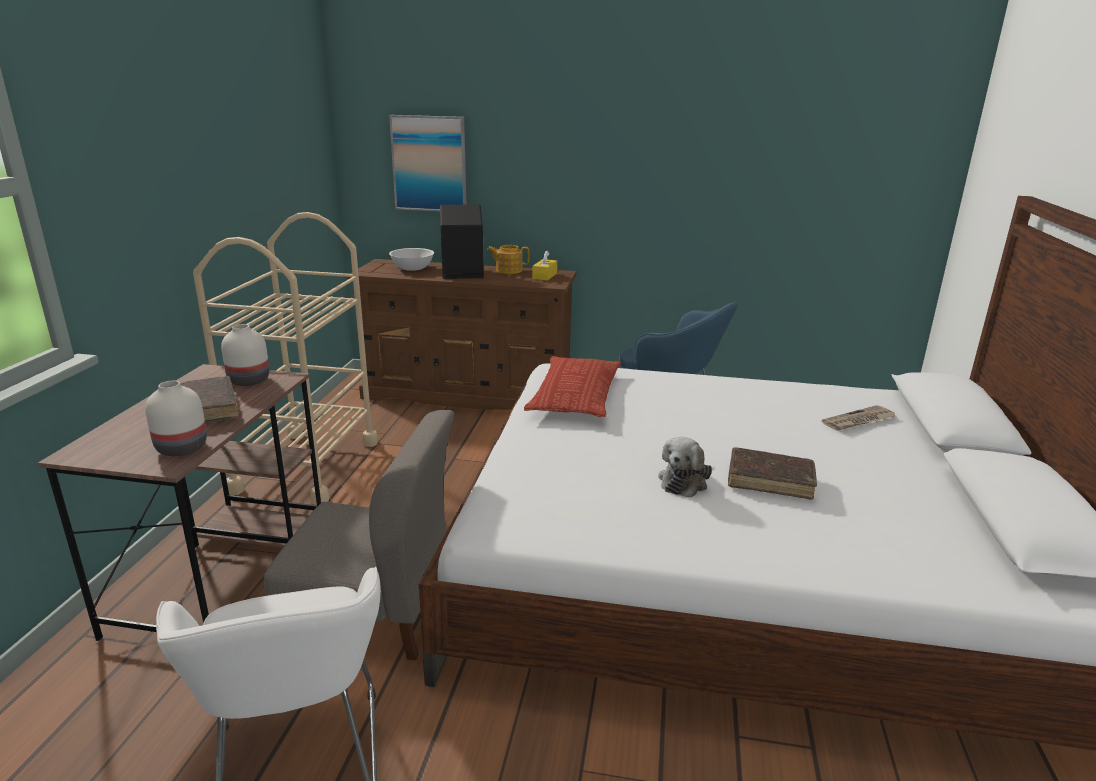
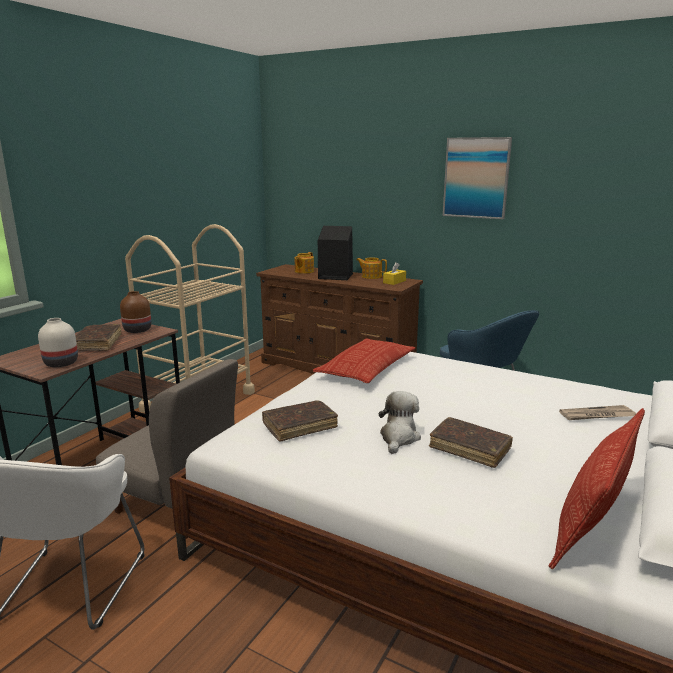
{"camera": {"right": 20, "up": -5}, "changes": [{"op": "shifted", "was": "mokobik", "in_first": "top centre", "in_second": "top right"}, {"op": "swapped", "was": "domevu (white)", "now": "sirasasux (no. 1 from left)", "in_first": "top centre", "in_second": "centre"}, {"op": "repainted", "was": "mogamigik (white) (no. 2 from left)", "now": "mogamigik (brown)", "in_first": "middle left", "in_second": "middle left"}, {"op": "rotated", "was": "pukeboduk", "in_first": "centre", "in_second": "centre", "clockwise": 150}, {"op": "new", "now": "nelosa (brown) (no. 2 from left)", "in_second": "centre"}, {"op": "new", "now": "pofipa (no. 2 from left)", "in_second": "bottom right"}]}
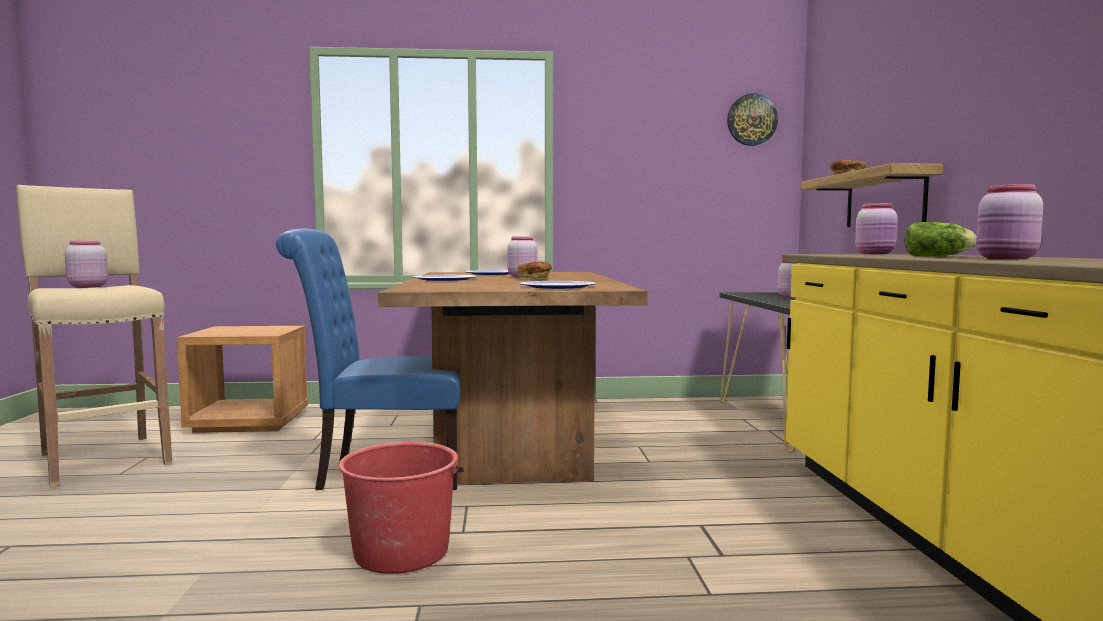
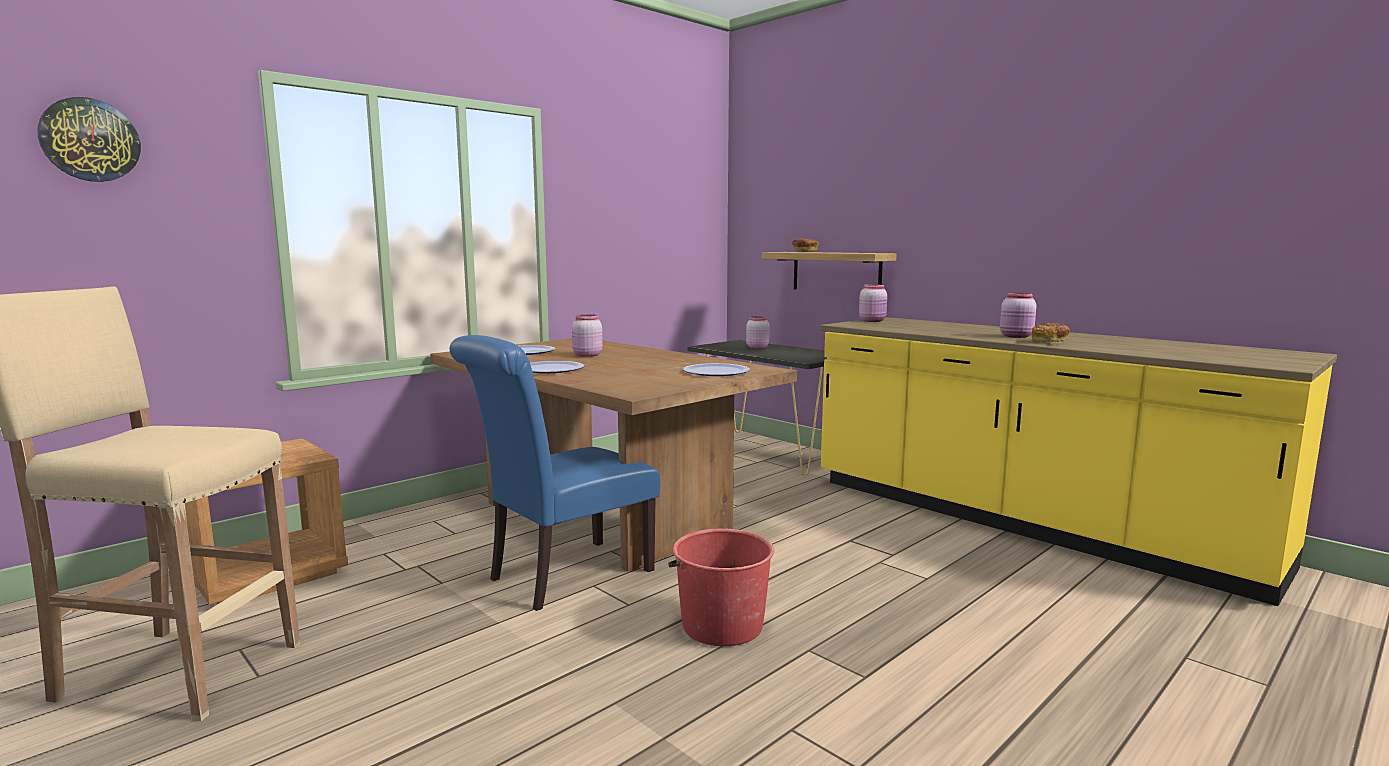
{"camera": {"right": -40, "up": 5}, "changes": [{"op": "shifted", "was": "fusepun", "in_first": "top right", "in_second": "top left"}, {"op": "gone", "was": "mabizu", "in_first": "middle right"}, {"op": "gone", "was": "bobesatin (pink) (no. 1 from left)", "in_first": "middle left"}, {"op": "shifted", "was": "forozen (no. 1 from left in the first image)", "now": "forozen (no. 2 from left)", "in_first": "centre", "in_second": "middle right"}]}
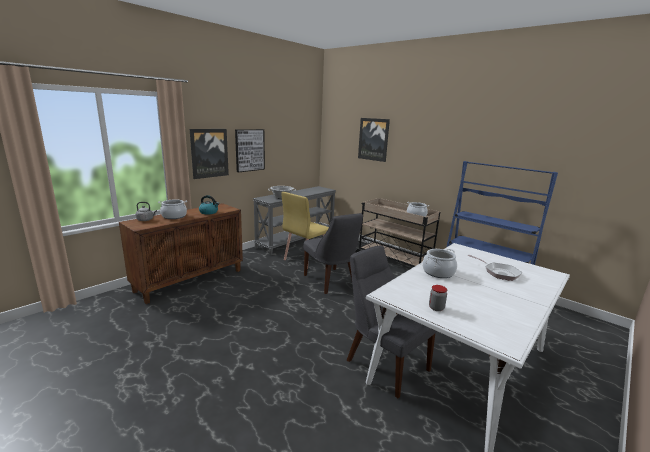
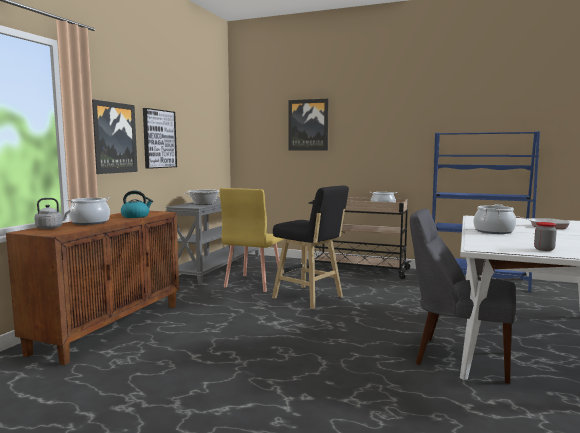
{"camera": {"right": -20, "up": -10}, "changes": [{"op": "swapped", "was": "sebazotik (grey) (no. 1 from left)", "now": "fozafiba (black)", "in_first": "centre", "in_second": "centre"}]}
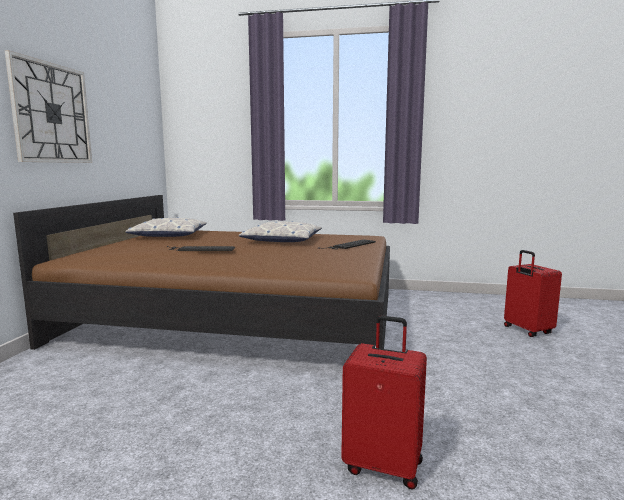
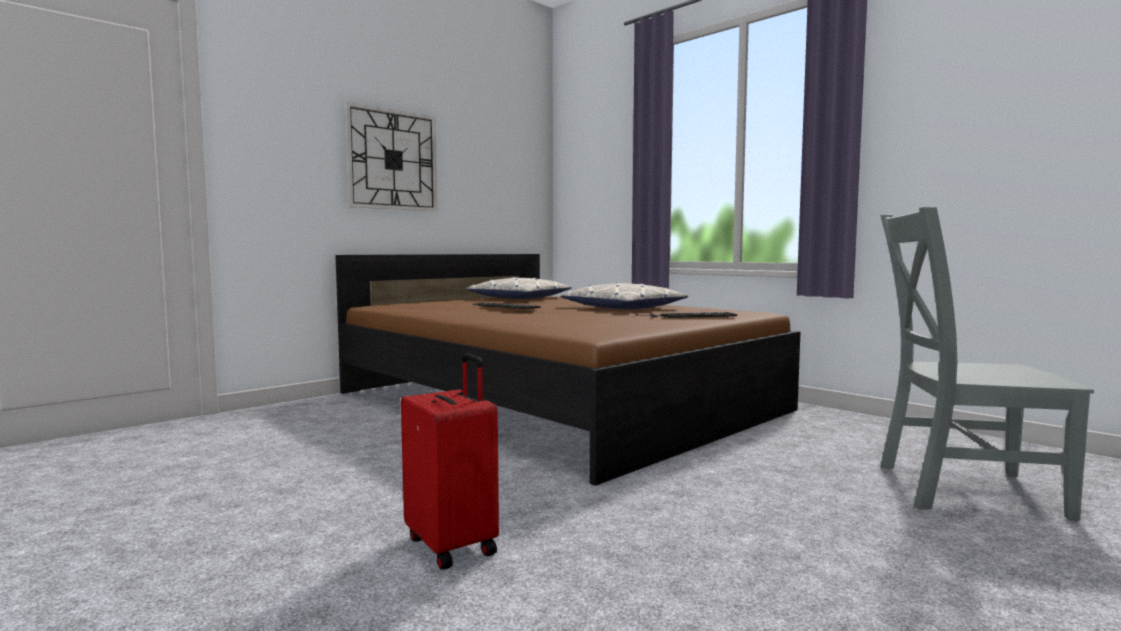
{"camera": {"right": 35, "up": -5}, "changes": [{"op": "swapped", "was": "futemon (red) (no. 2 from left)", "now": "sebazotik (grey)", "in_first": "middle right", "in_second": "middle right"}]}
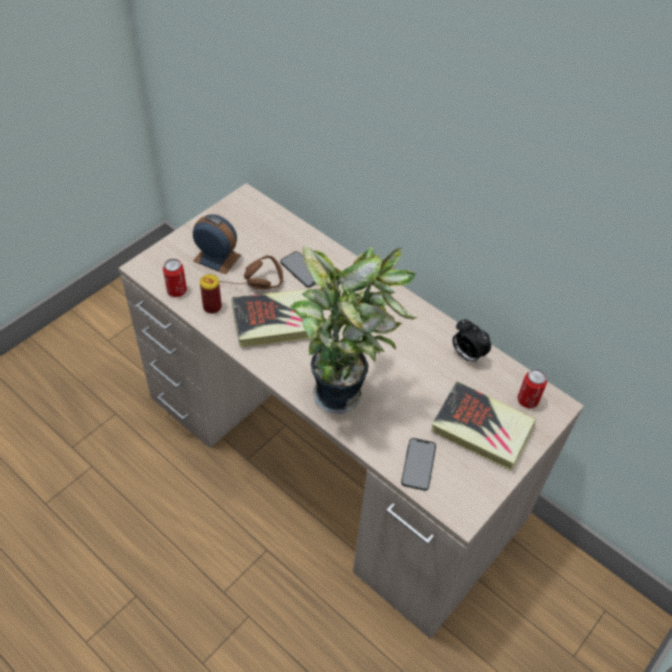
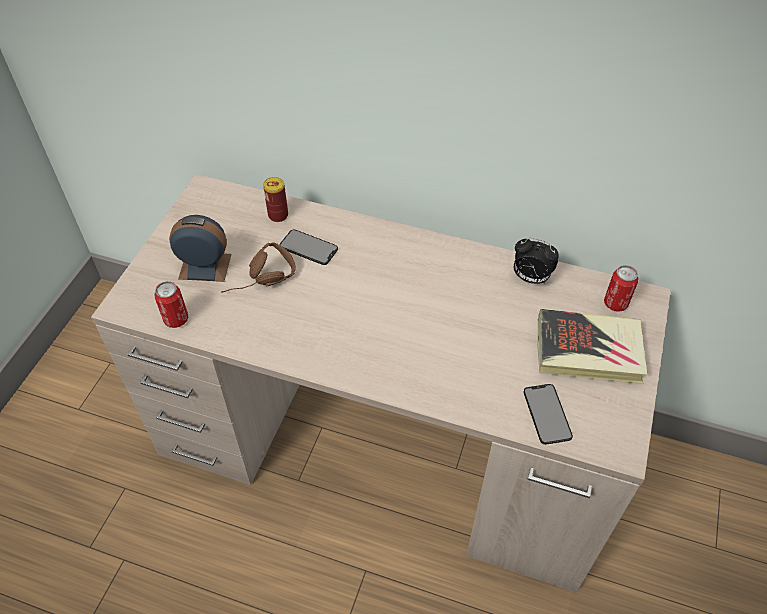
{"camera": {"right": -20, "up": 0}, "changes": [{"op": "gone", "was": "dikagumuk", "in_first": "centre"}, {"op": "shifted", "was": "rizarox (no. 2 from left)", "in_first": "middle left", "in_second": "top centre"}, {"op": "gone", "was": "nelosa (no. 1 from left)", "in_first": "centre"}]}
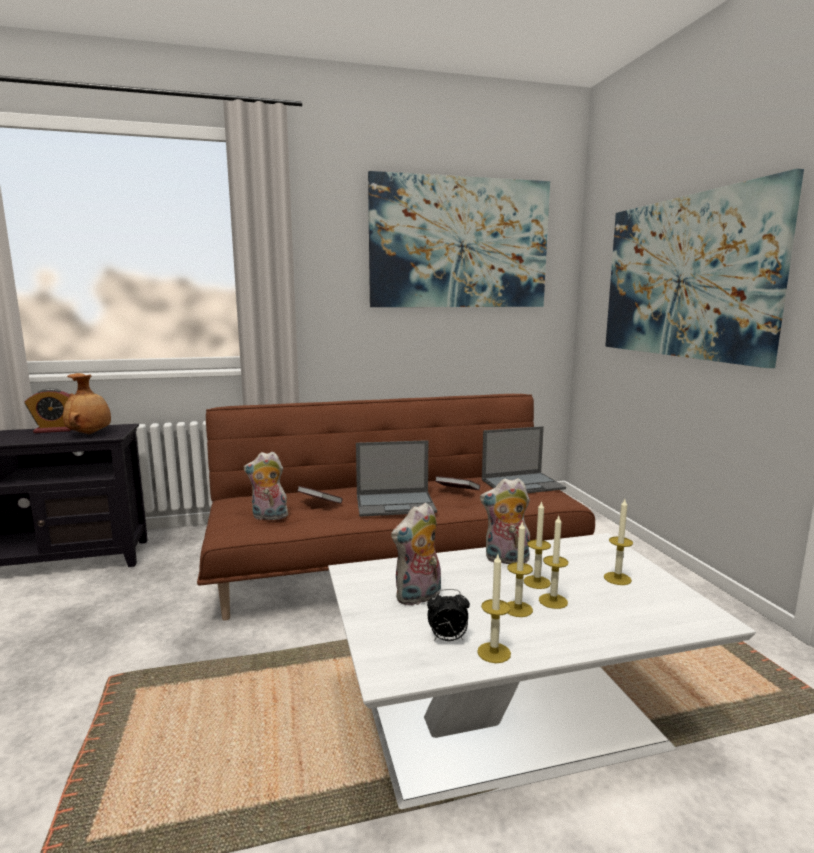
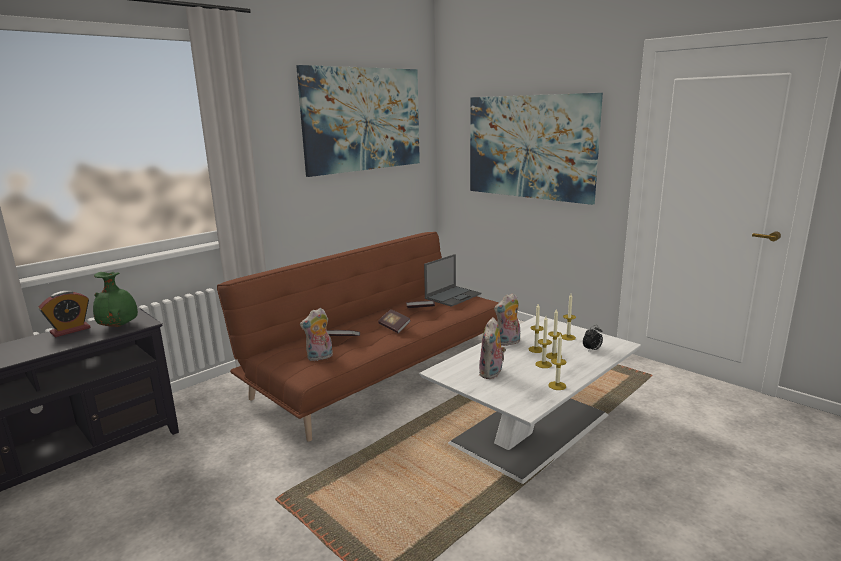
{"camera": {"right": -30, "up": 5}, "changes": [{"op": "repainted", "was": "mogamigik (brown)", "now": "mogamigik (green)", "in_first": "middle left", "in_second": "middle left"}, {"op": "swapped", "was": "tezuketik (no. 1 from left)", "now": "nelosa (no. 2 from left)", "in_first": "centre", "in_second": "centre"}, {"op": "shifted", "was": "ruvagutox (no. 2 from left)", "in_first": "bottom centre", "in_second": "middle right"}]}
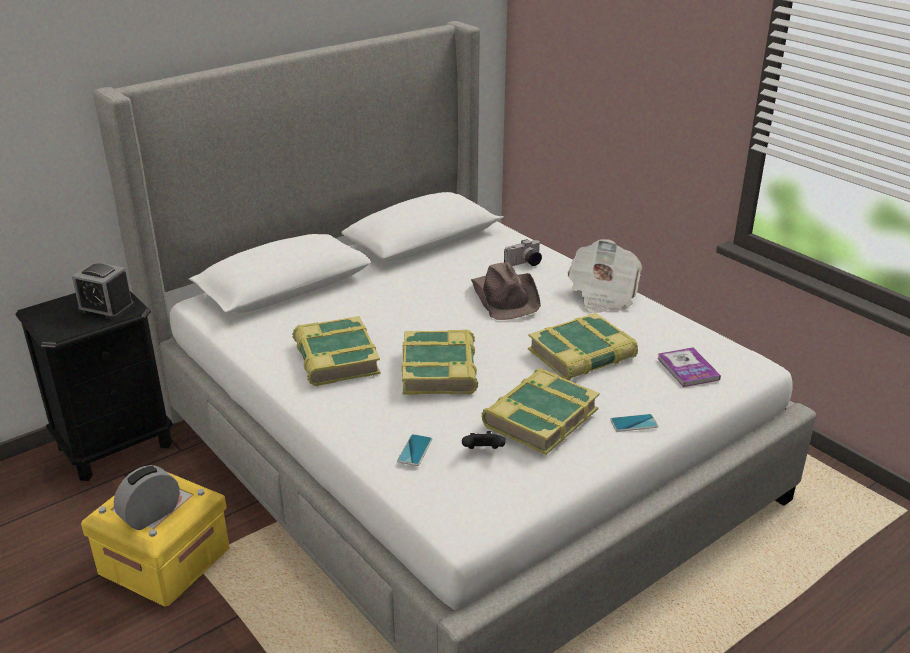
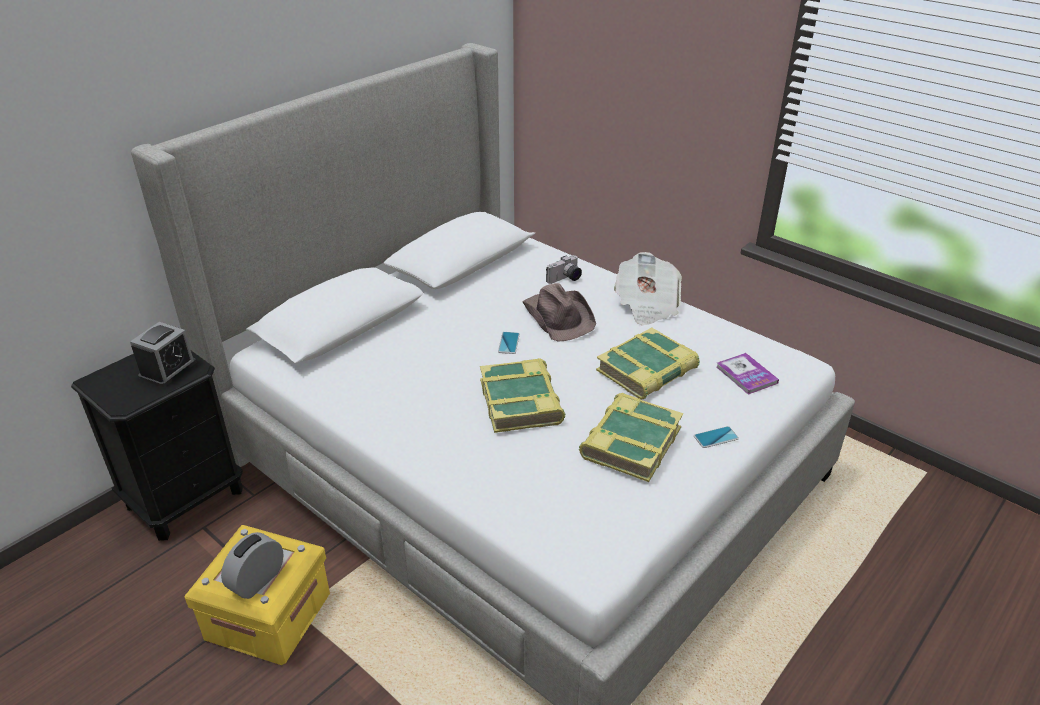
{"camera": {"right": -10, "up": 5}, "changes": [{"op": "rotated", "was": "ruvagutox (no. 1 from left)", "in_first": "middle left", "in_second": "middle left", "clockwise": -75}, {"op": "gone", "was": "nelosa (no. 1 from left)", "in_first": "centre"}, {"op": "gone", "was": "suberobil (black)", "in_first": "bottom centre"}, {"op": "shifted", "was": "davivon (no. 1 from left)", "in_first": "bottom centre", "in_second": "centre"}]}
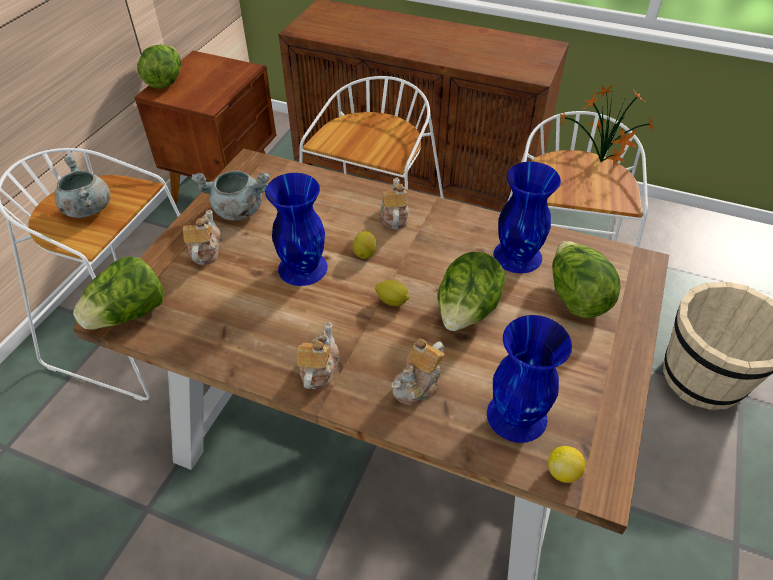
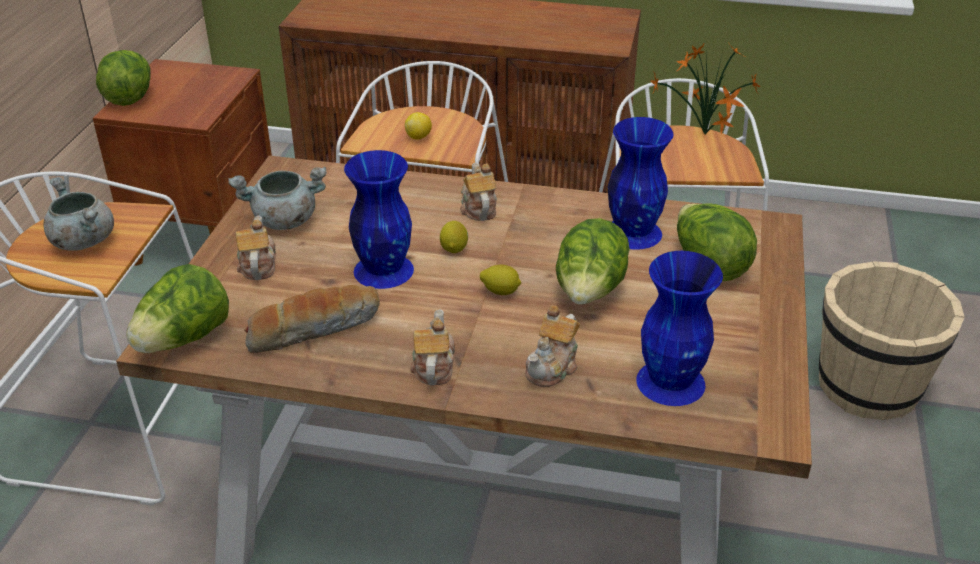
{"camera": {"right": -10, "up": -10}, "changes": [{"op": "shifted", "was": "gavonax (no. 3 from left in the first image)", "now": "gavonax (no. 1 from left)", "in_first": "bottom right", "in_second": "top centre"}, {"op": "new", "now": "forozen", "in_second": "middle left"}]}
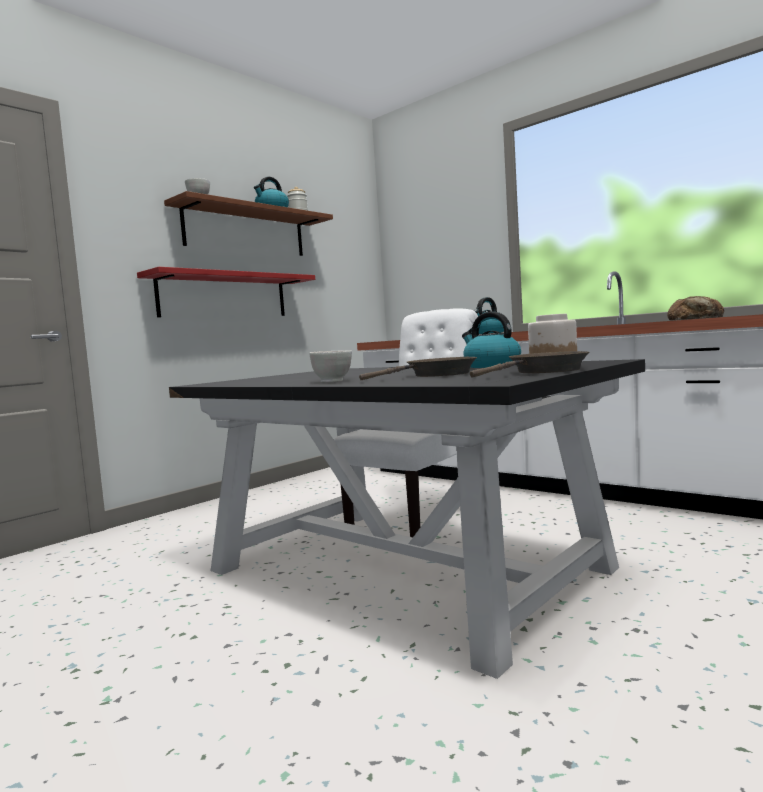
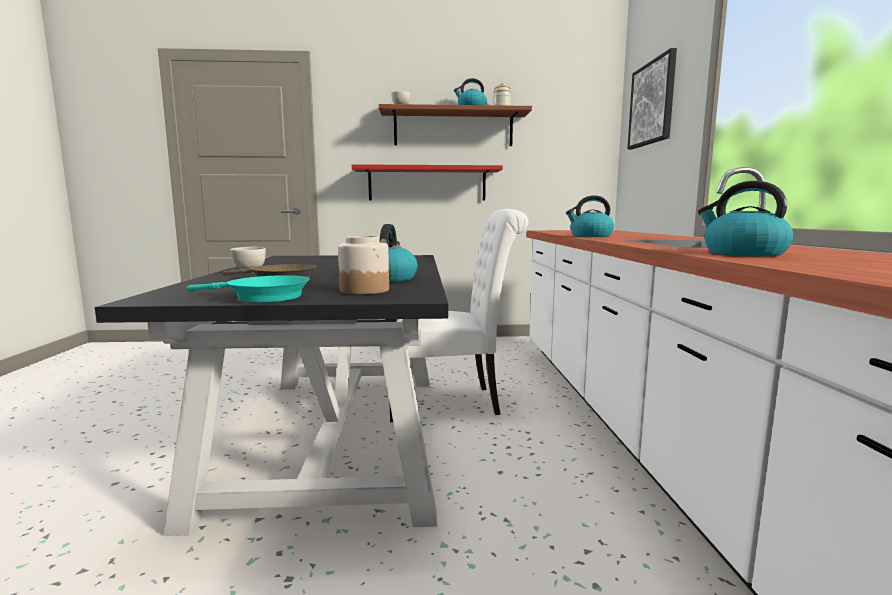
{"camera": {"right": 45, "up": 5}, "changes": [{"op": "swapped", "was": "forozen", "now": "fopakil (no. 4 from left)", "in_first": "middle right", "in_second": "middle right"}, {"op": "repainted", "was": "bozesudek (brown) (no. 2 from left)", "now": "bozesudek (turquoise)", "in_first": "middle right", "in_second": "middle left"}, {"op": "new", "now": "mokobik", "in_second": "top right"}]}
